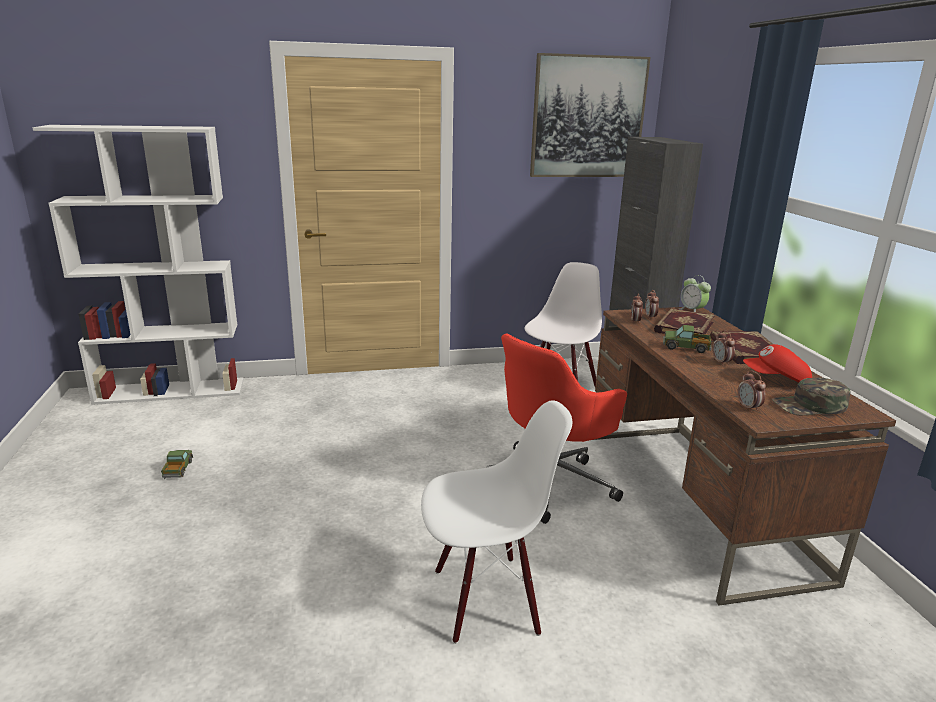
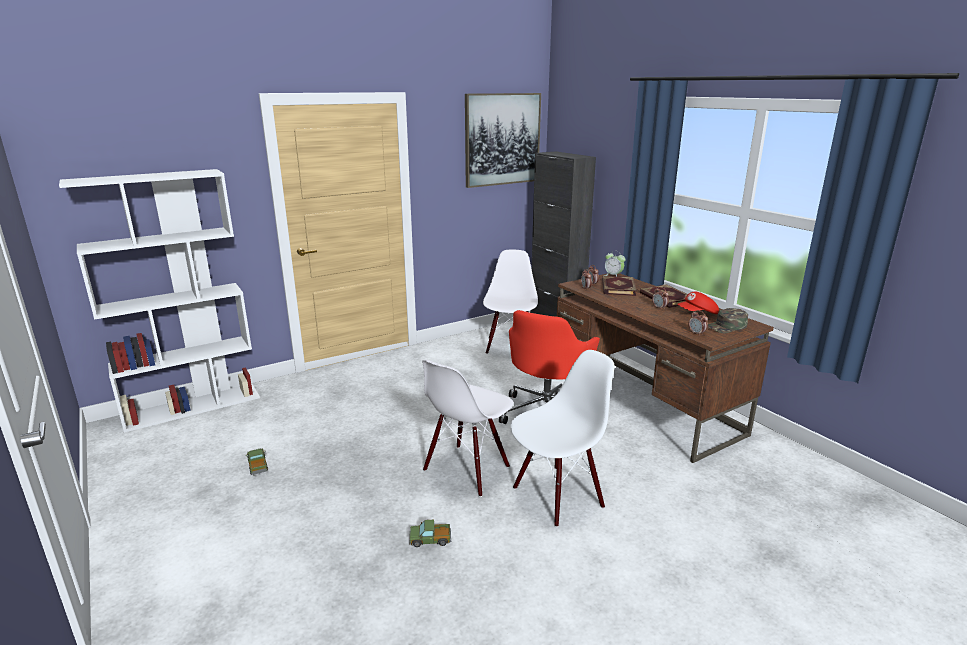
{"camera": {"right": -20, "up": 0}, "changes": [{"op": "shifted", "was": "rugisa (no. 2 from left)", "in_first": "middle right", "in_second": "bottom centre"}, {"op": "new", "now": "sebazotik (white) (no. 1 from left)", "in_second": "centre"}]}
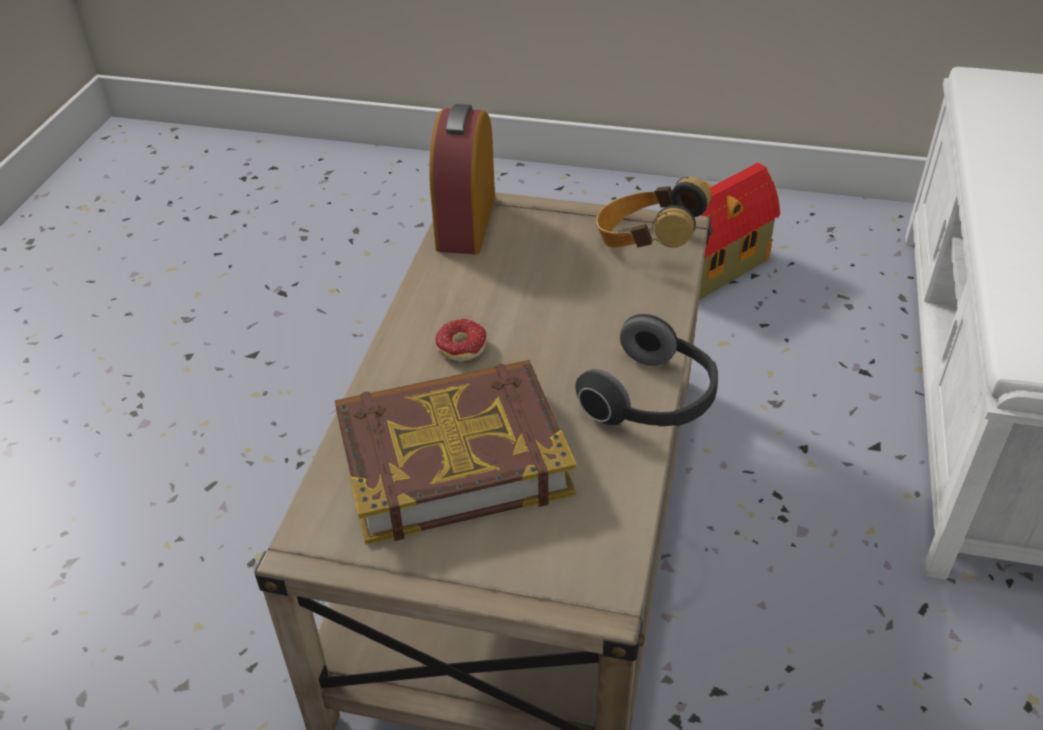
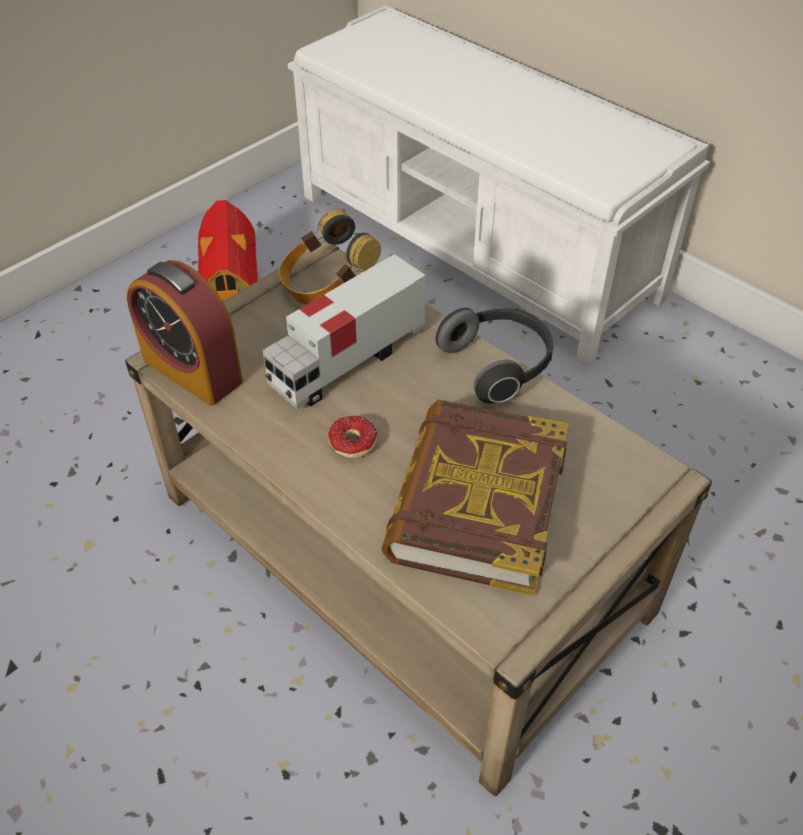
{"camera": {"right": -60, "up": 5}, "changes": [{"op": "new", "now": "rugisa", "in_second": "centre"}]}
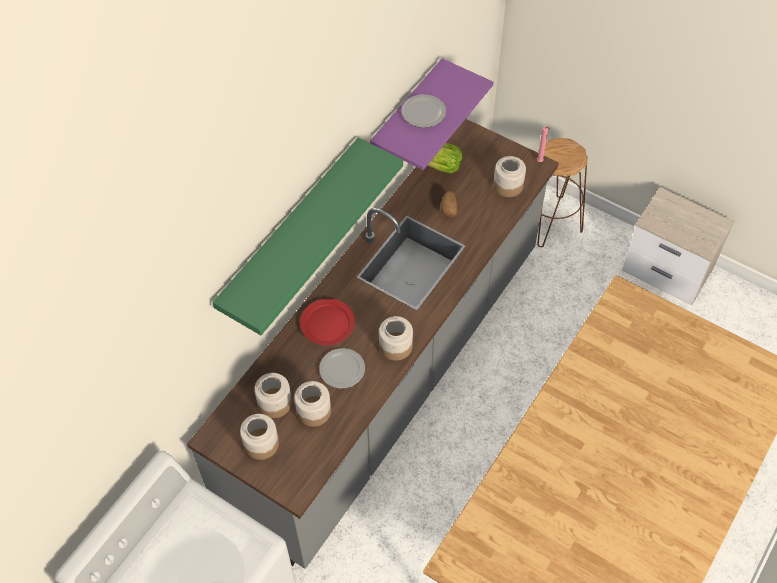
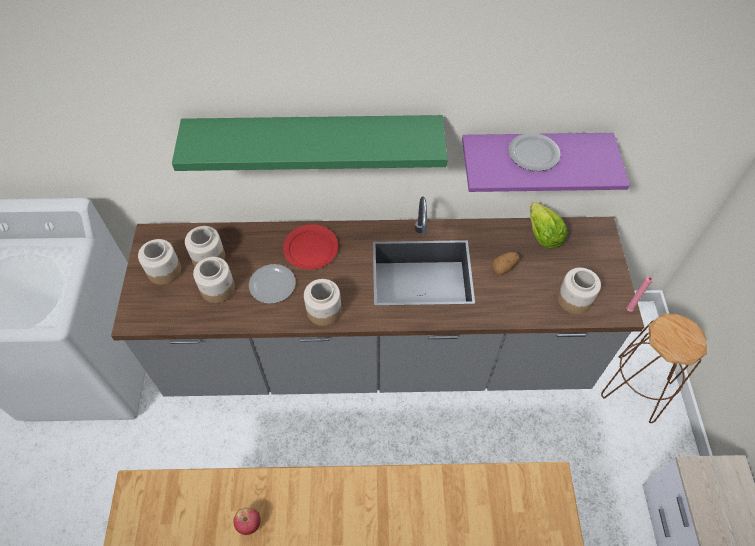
{"camera": {"right": 55, "up": 0}, "changes": [{"op": "new", "now": "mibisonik", "in_second": "bottom left"}]}
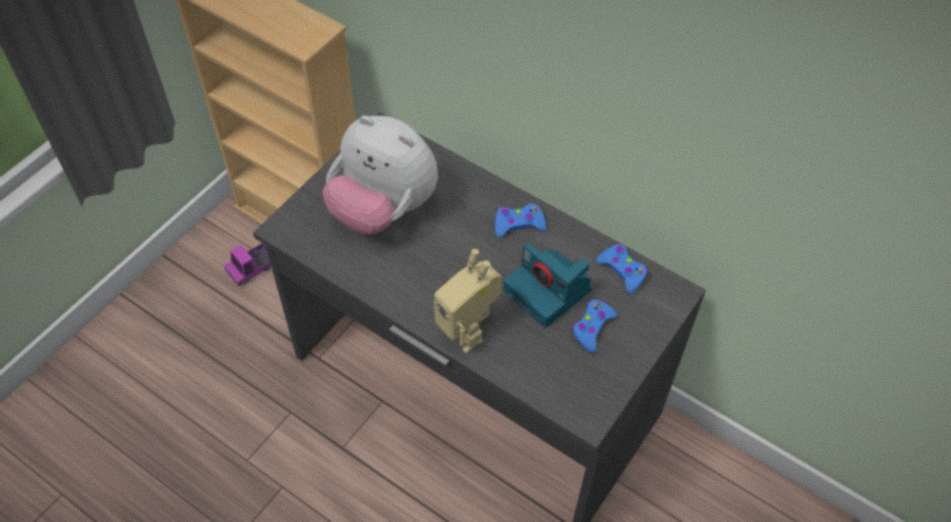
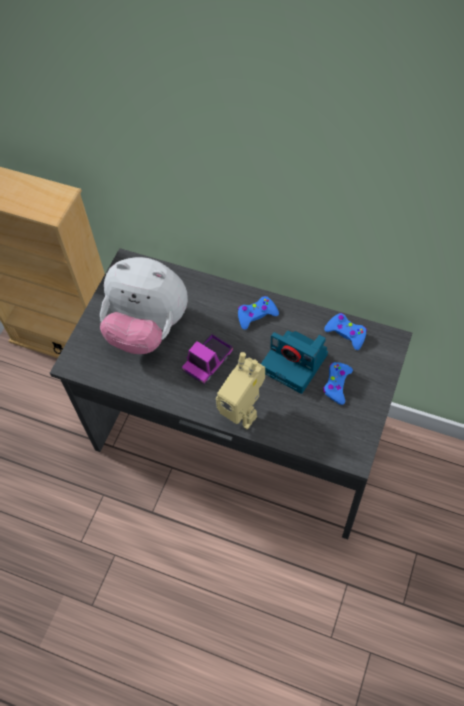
{"camera": {"right": -10, "up": 5}, "changes": [{"op": "shifted", "was": "rugisa", "in_first": "middle left", "in_second": "centre"}]}
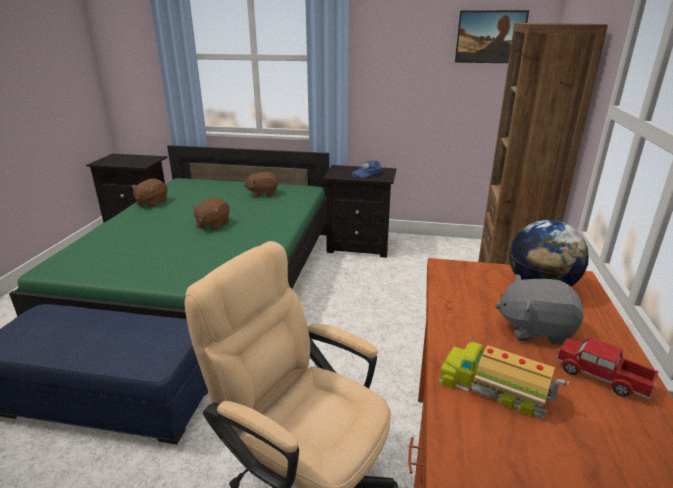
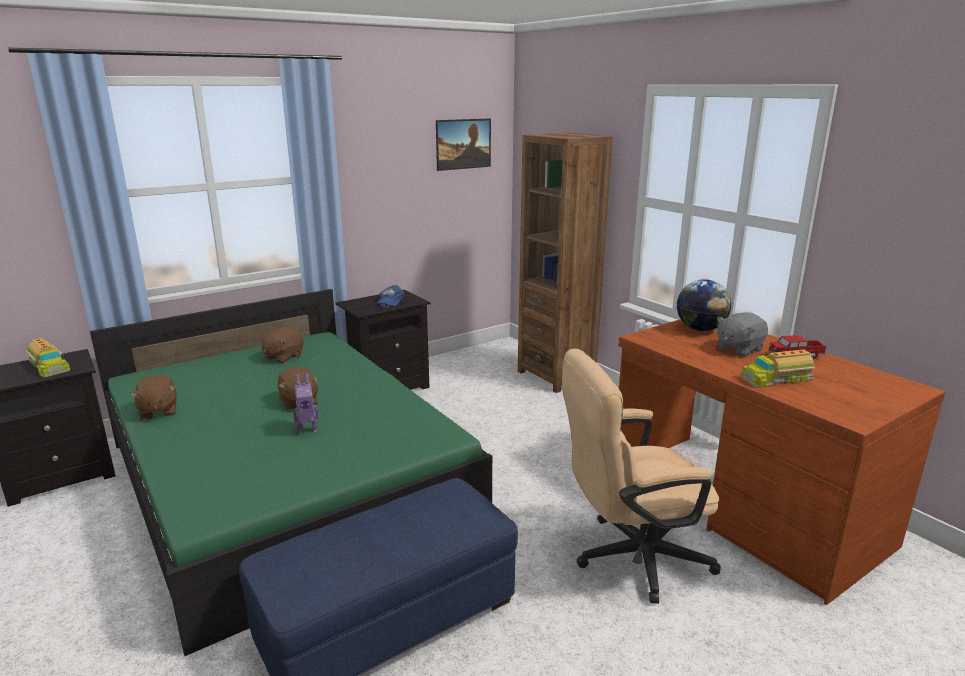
{"camera": {"right": -45, "up": -5}, "changes": [{"op": "new", "now": "rugisa (no. 1 from left)", "in_second": "middle left"}, {"op": "new", "now": "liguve", "in_second": "middle left"}]}
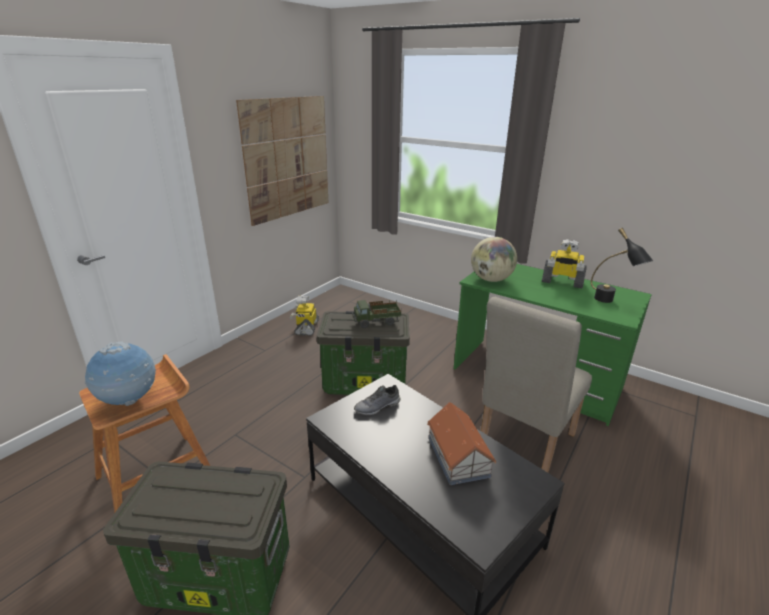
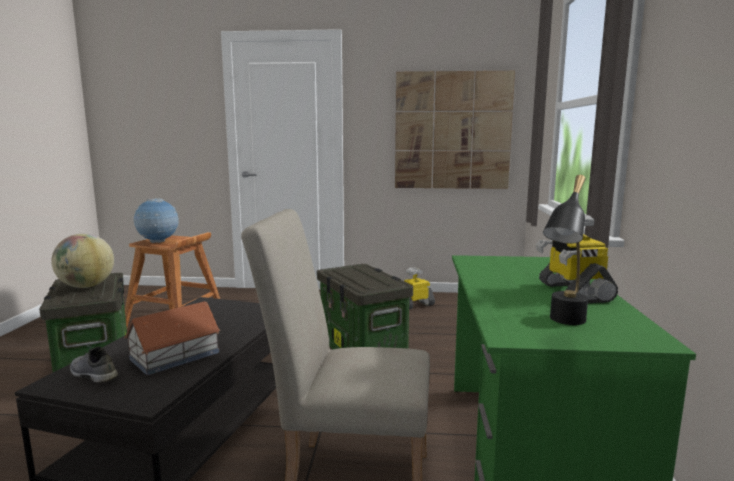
{"camera": {"right": 60, "up": -15}, "changes": [{"op": "shifted", "was": "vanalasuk (no. 2 from left in the first image)", "now": "vanalasuk (no. 1 from left)", "in_first": "centre", "in_second": "middle left"}, {"op": "gone", "was": "rugisa", "in_first": "centre"}, {"op": "shifted", "was": "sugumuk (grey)", "in_first": "centre", "in_second": "bottom left"}]}
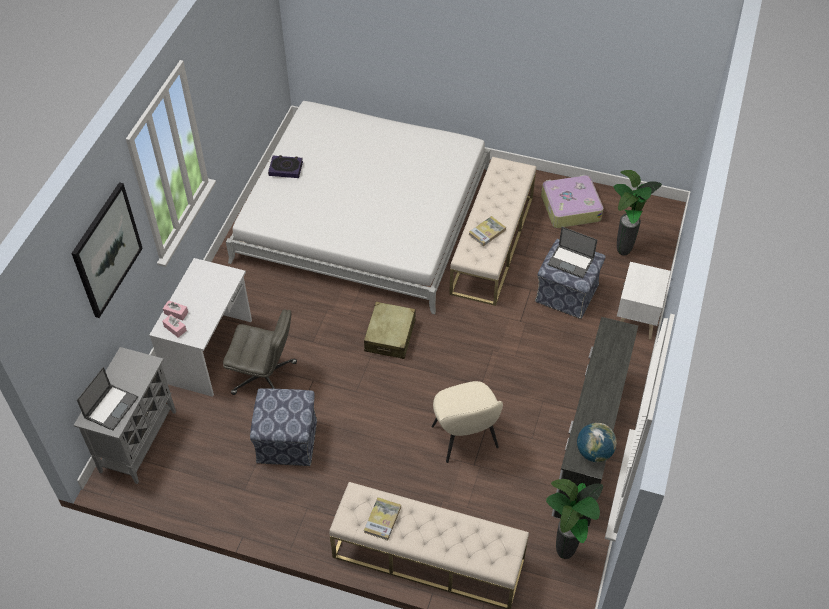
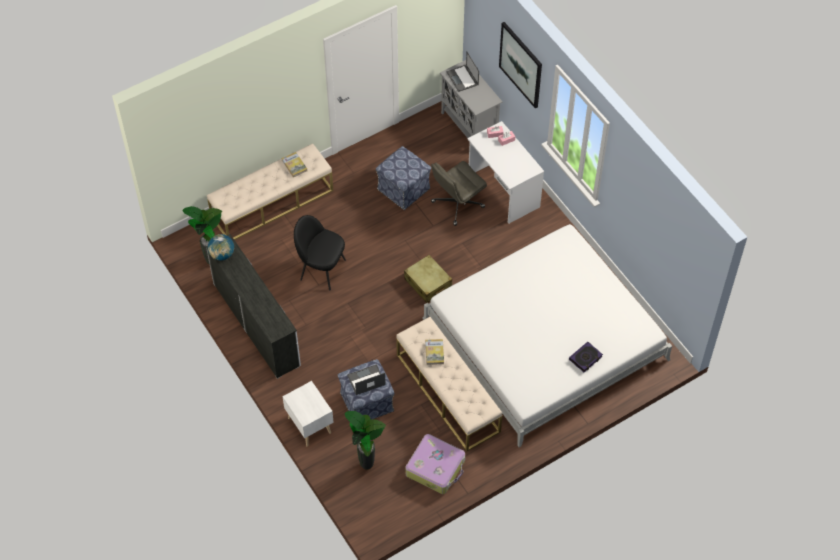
{"camera": {"right": 130, "up": 5}, "changes": [{"op": "shifted", "was": "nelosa (no. 1 from left in the first image)", "now": "nelosa (no. 3 from left)", "in_first": "top centre", "in_second": "middle right"}, {"op": "repainted", "was": "sebazotik (beige)", "now": "sebazotik (black)", "in_first": "bottom centre", "in_second": "centre"}]}
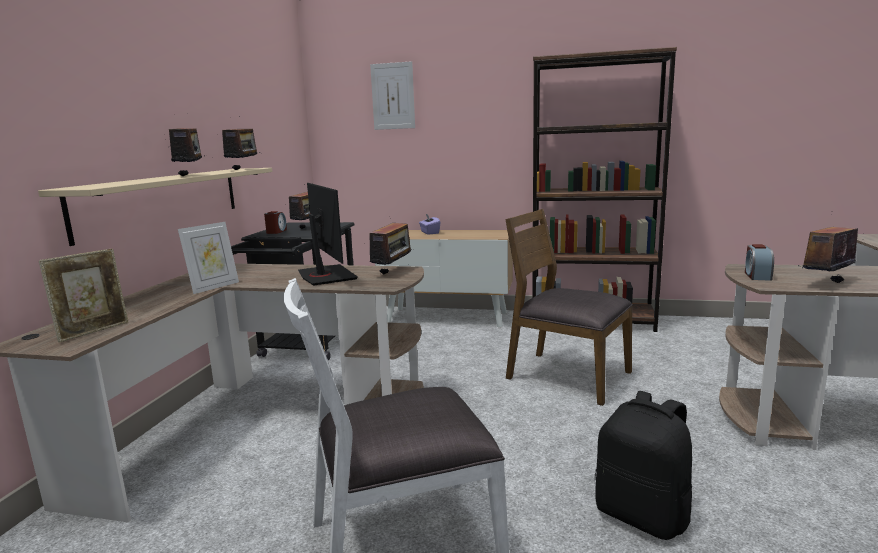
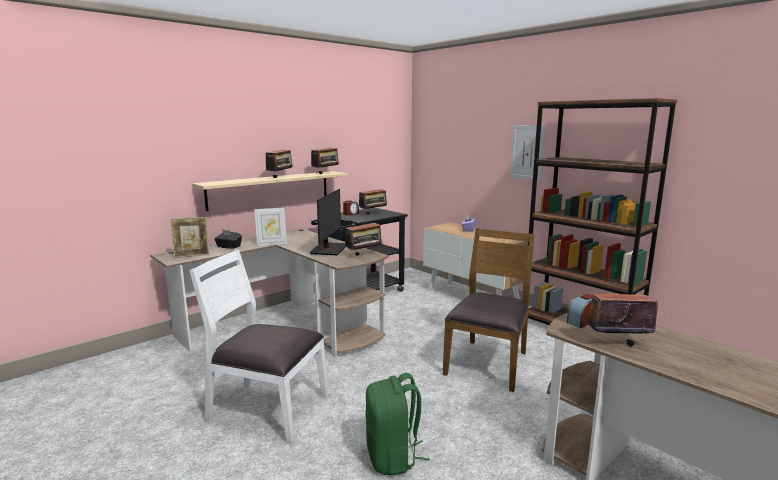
{"camera": {"right": 35, "up": 0}, "changes": [{"op": "shifted", "was": "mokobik", "in_first": "top centre", "in_second": "top right"}, {"op": "rotated", "was": "sebazotik (brown)", "in_first": "centre", "in_second": "centre", "clockwise": 45}, {"op": "repainted", "was": "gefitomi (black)", "now": "gefitomi (green)", "in_first": "bottom right", "in_second": "bottom centre"}, {"op": "new", "now": "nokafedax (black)", "in_second": "middle left"}]}
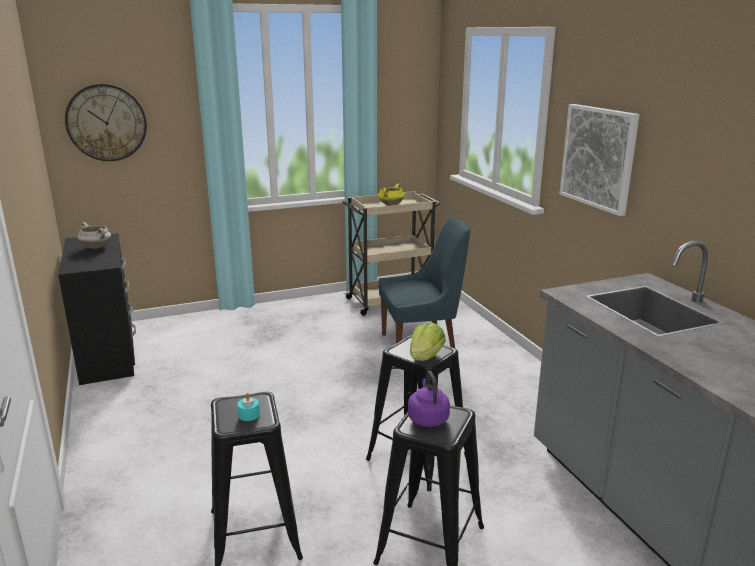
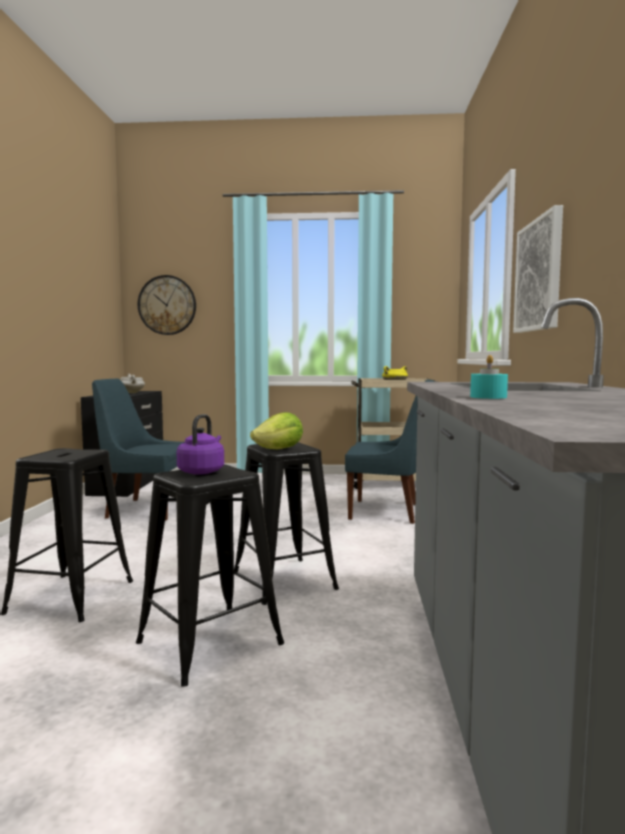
{"camera": {"right": 25, "up": -15}, "changes": [{"op": "shifted", "was": "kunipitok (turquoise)", "in_first": "bottom left", "in_second": "middle right"}, {"op": "new", "now": "sebazotik (blue) (no. 1 from left)", "in_second": "middle left"}]}
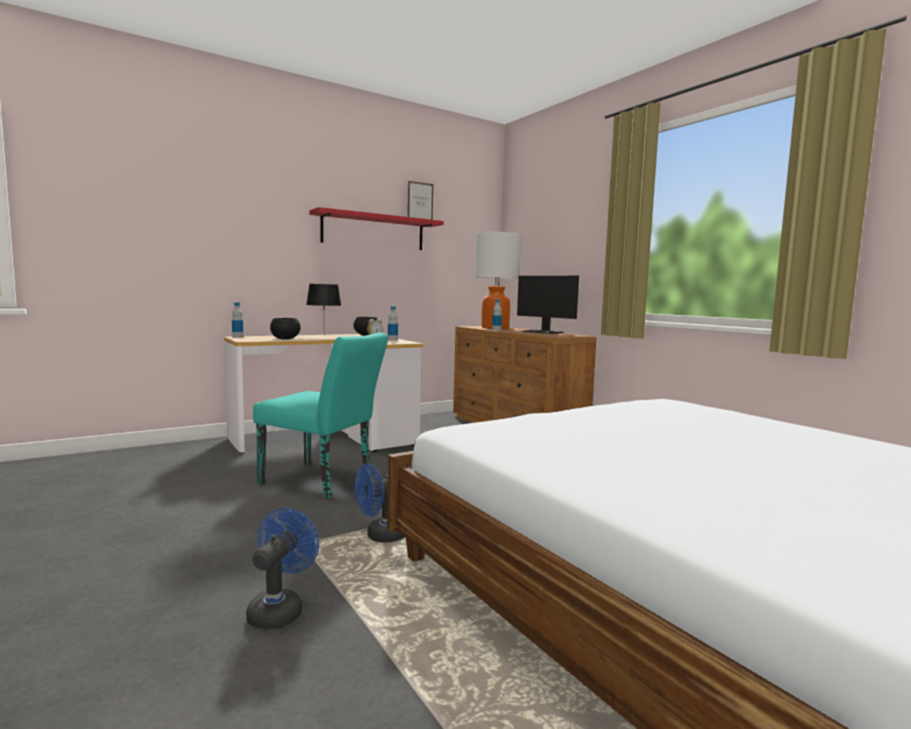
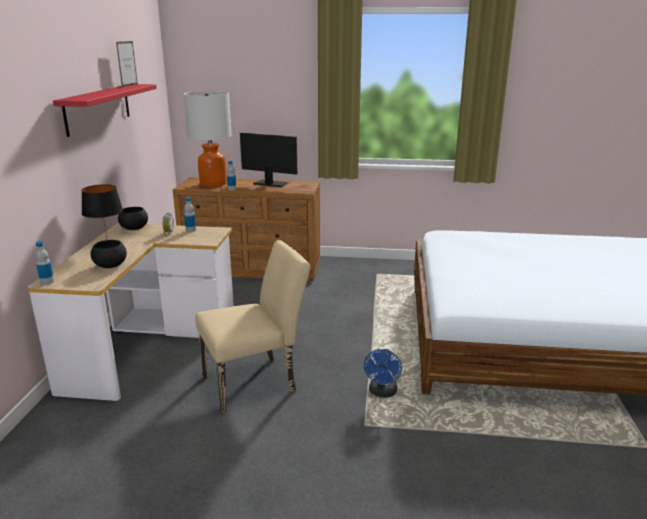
{"camera": {"right": -50, "up": 15}, "changes": [{"op": "rotated", "was": "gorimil", "in_first": "centre", "in_second": "top centre", "clockwise": -150}, {"op": "repainted", "was": "sebazotik (turquoise)", "now": "sebazotik (beige)", "in_first": "centre", "in_second": "centre"}, {"op": "gone", "was": "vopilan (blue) (no. 1 from left)", "in_first": "bottom left"}]}
